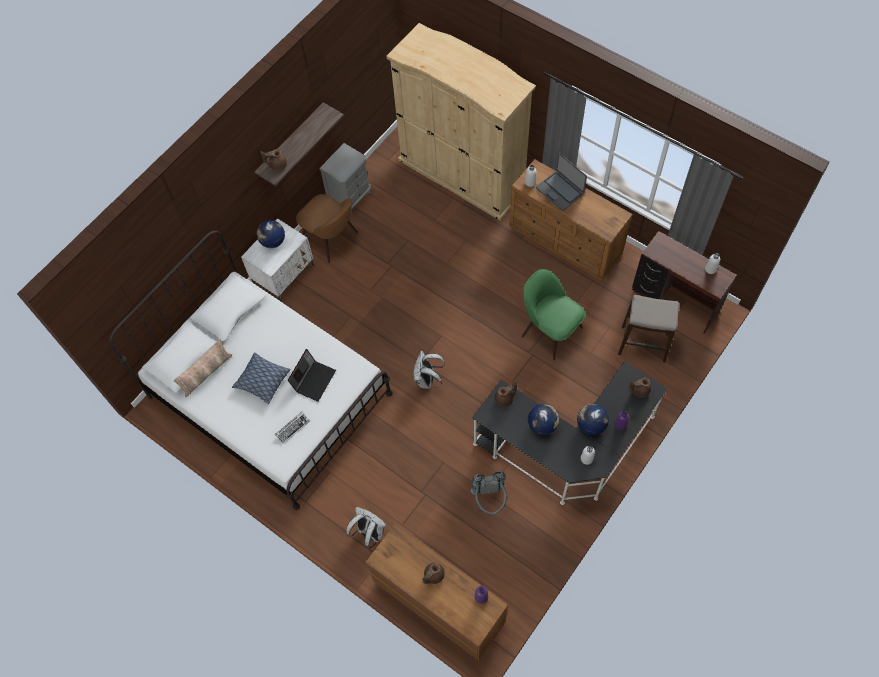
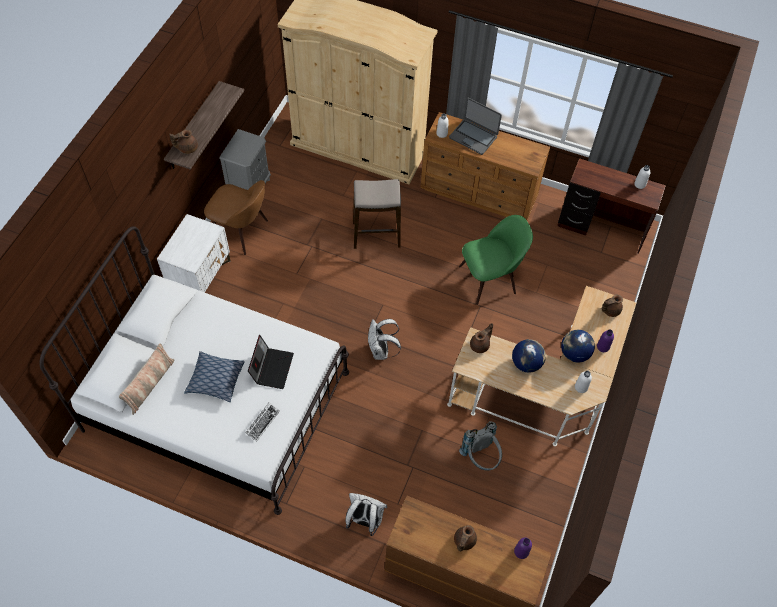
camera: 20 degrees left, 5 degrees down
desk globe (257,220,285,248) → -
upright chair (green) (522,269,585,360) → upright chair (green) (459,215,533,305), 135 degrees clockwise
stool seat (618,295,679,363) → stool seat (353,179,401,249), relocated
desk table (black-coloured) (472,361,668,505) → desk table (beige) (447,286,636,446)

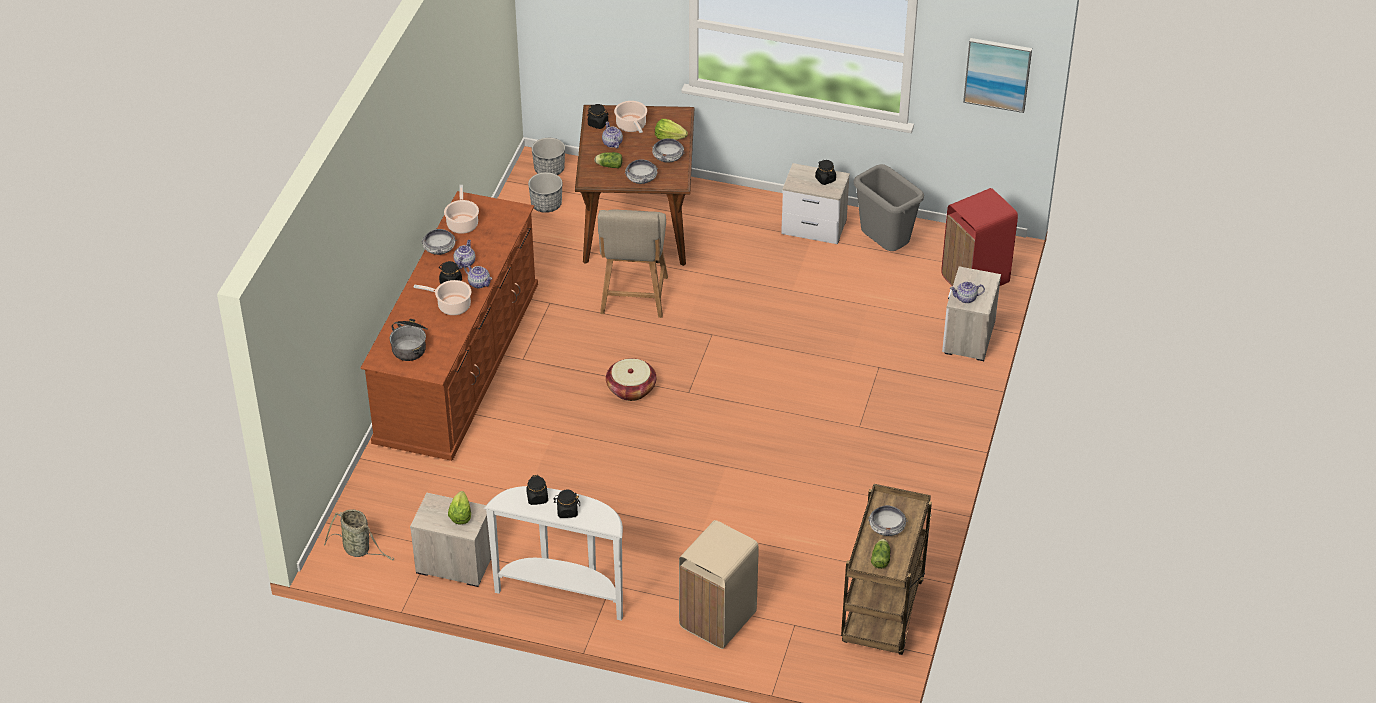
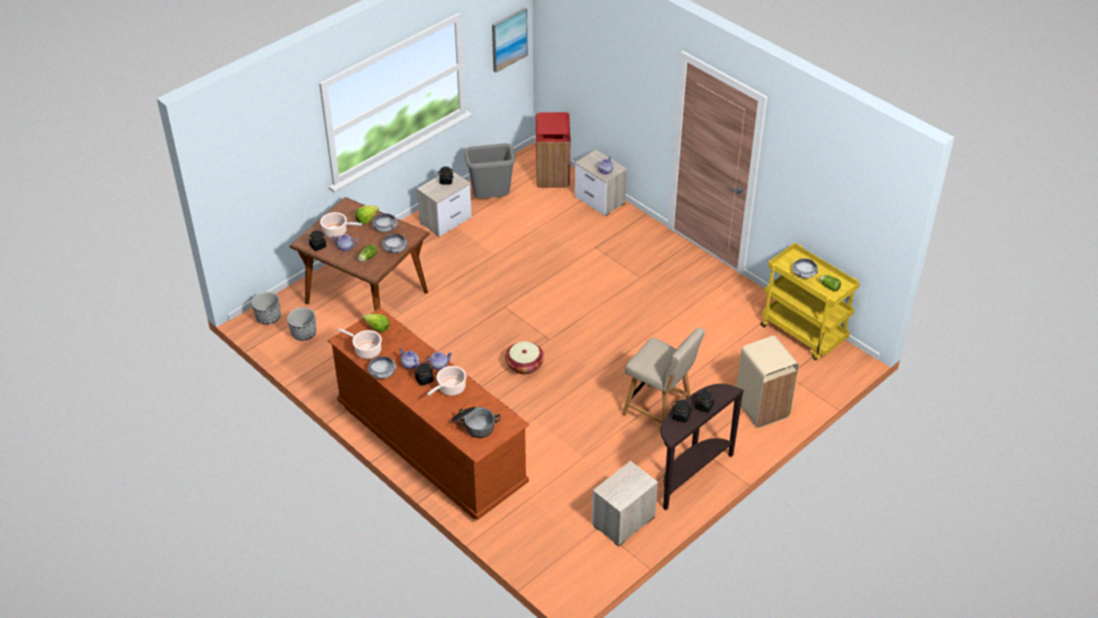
camera: 60 degrees left, 0 degrees up
upright chair (beige) (598,209,668,318) → upright chair (beige) (622,327,705,423), relocated
cart (brown-coloured) (841,484,932,655) → cart (yellowish) (761,243,860,360)
console table (white) (484,486,623,621) → console table (brown-coloured) (660,384,744,510)
lettuce (448,491,471,524) → lettuce (363,314,389,332), relocated
household basket (324,509,394,560) → -

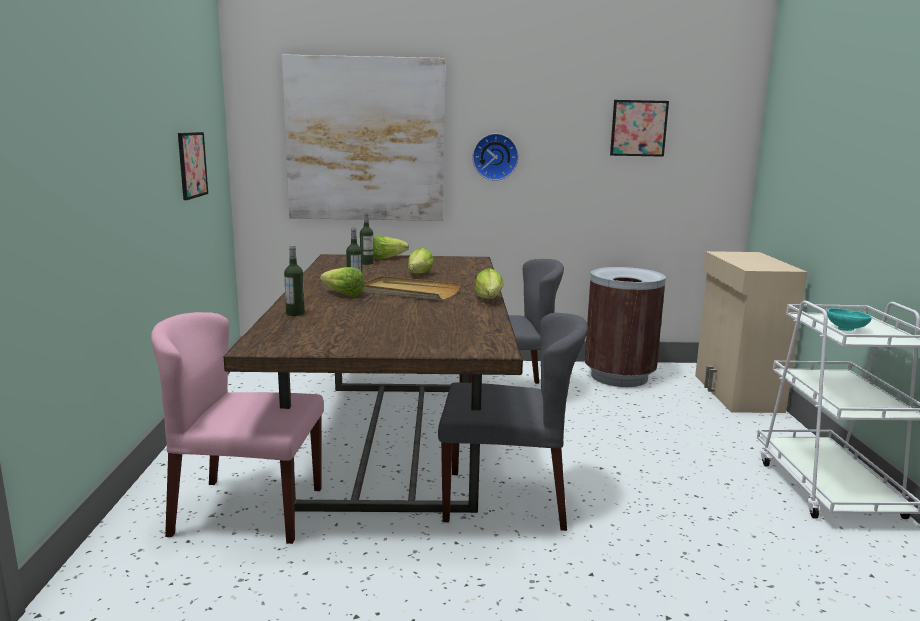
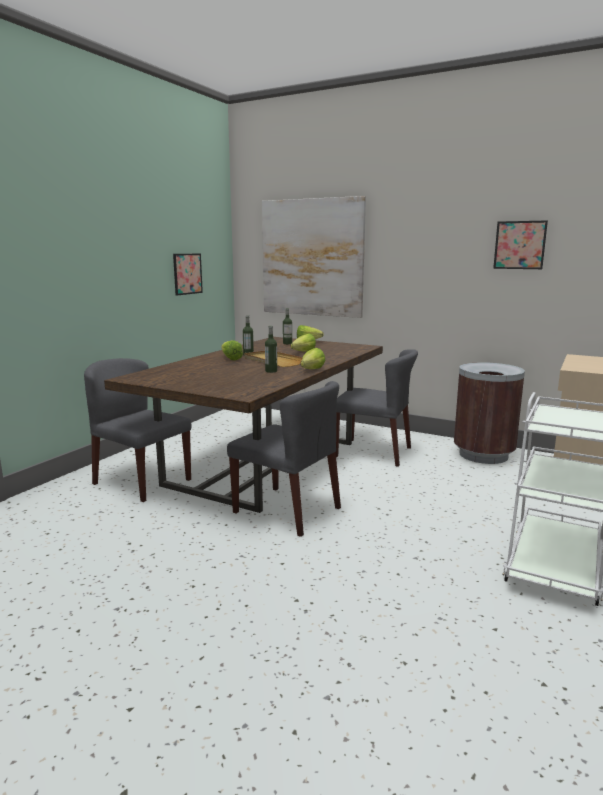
camera: 30 degrees right, 0 degrees up
wall clock (472,133,519,181) → -
beverage bottle (284,245,305,316) → beverage bottle (265,326,277,373), relocated
deep dish (turquoise-coloured) (827,308,872,331) → -
upright chair (pink-coloured) (151,312,324,544) → upright chair (greyish) (84,358,191,502)

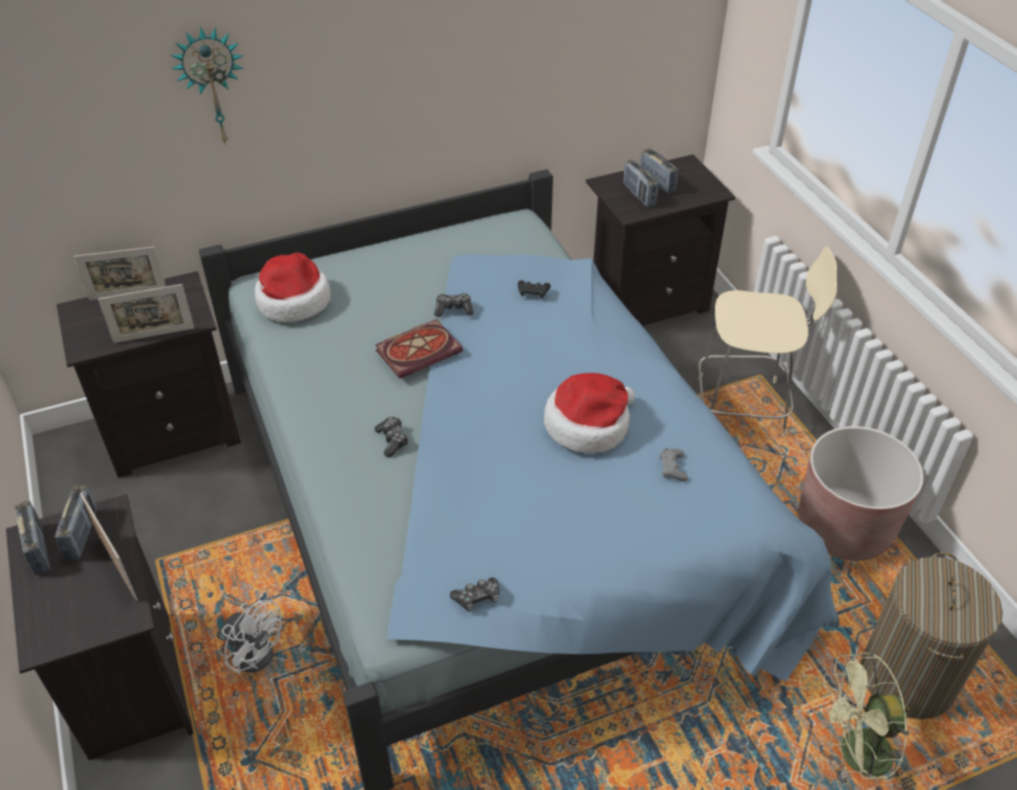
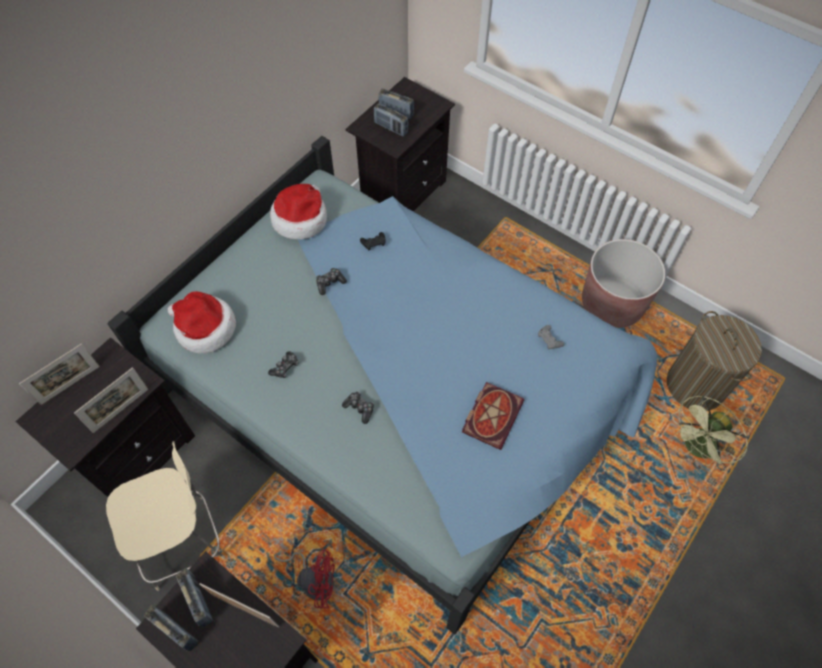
camera: 30 degrees left, 15 degrees up
wall clock (170,27,244,145) → -
upright chair (beige) (698,246,837,437) → upright chair (beige) (106,441,225,591), relocated
bound book (375,319,463,379) → bound book (462,382,525,450), relocated
clothing hat (544,373,635,454) → clothing hat (270,184,327,240), relocated
gamepad (450,577,500,611) → gamepad (268,351,298,378), relocated
cooling fan (white) (222,594,282,674) → cooling fan (red) (274,550,335,609)

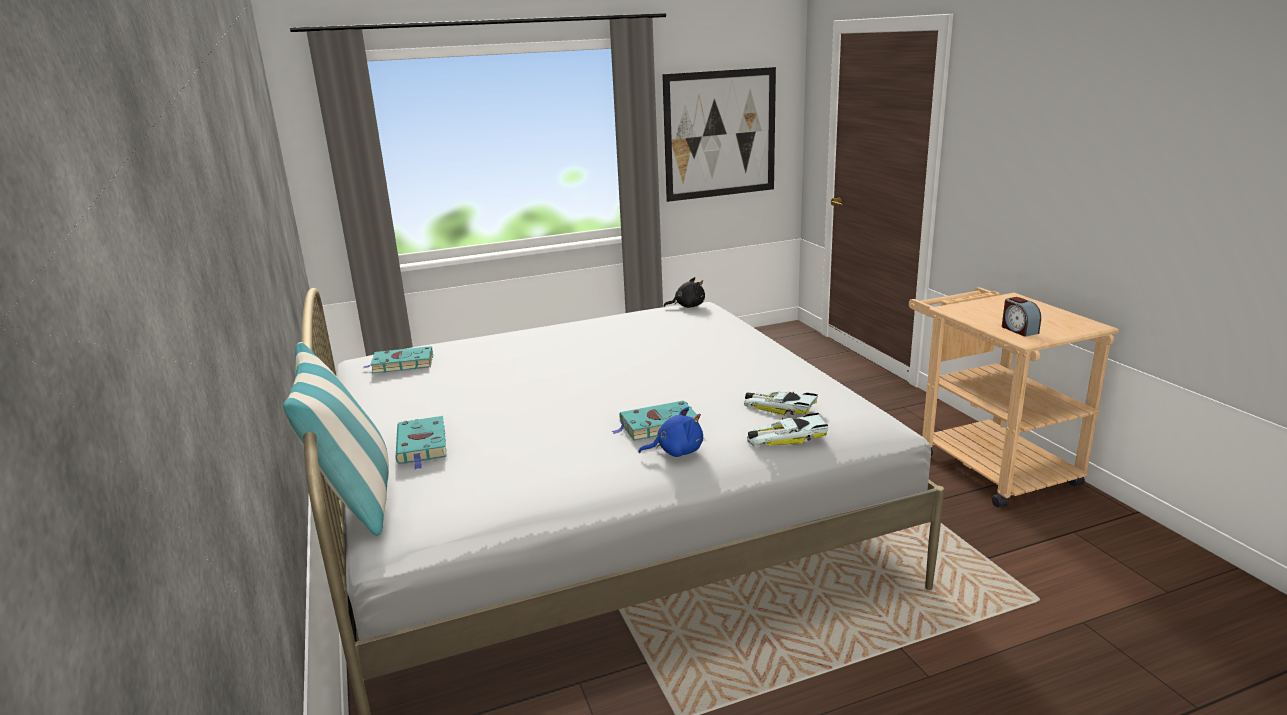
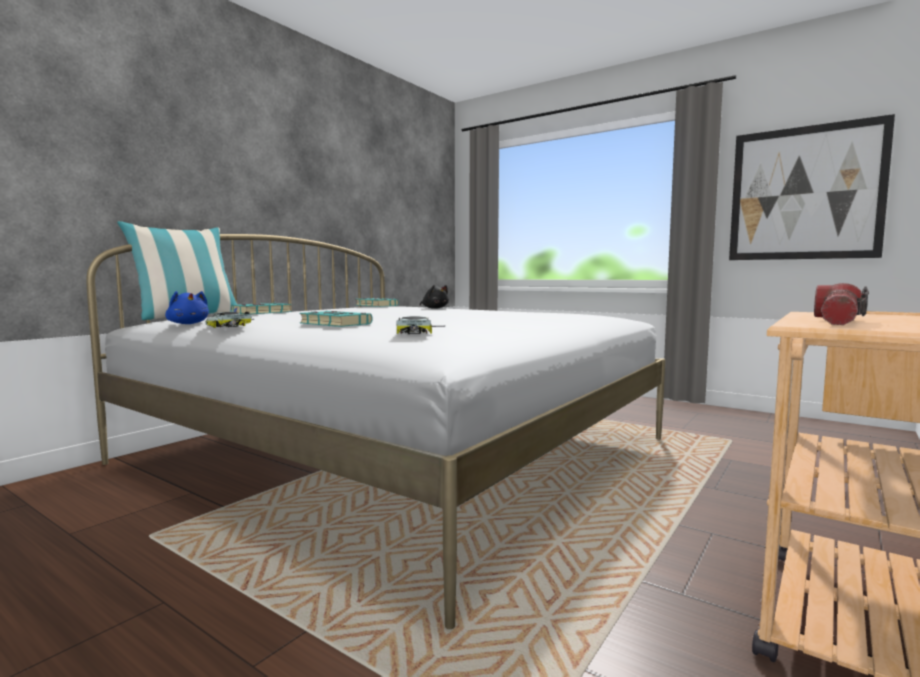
camera: 55 degrees right, 15 degrees down
cuddly toy (black-coloured) (664,277,705,308) → cuddly toy (black-coloured) (420,285,449,309), relocated
bedside clock (1002,297,1041,337) → flashlight (814,283,869,325)
cuddly toy (bluish) (639,407,703,457) → cuddly toy (bluish) (165,291,209,324), relocated
toy car (747,413,828,447) → toy car (205,312,254,328), relocated

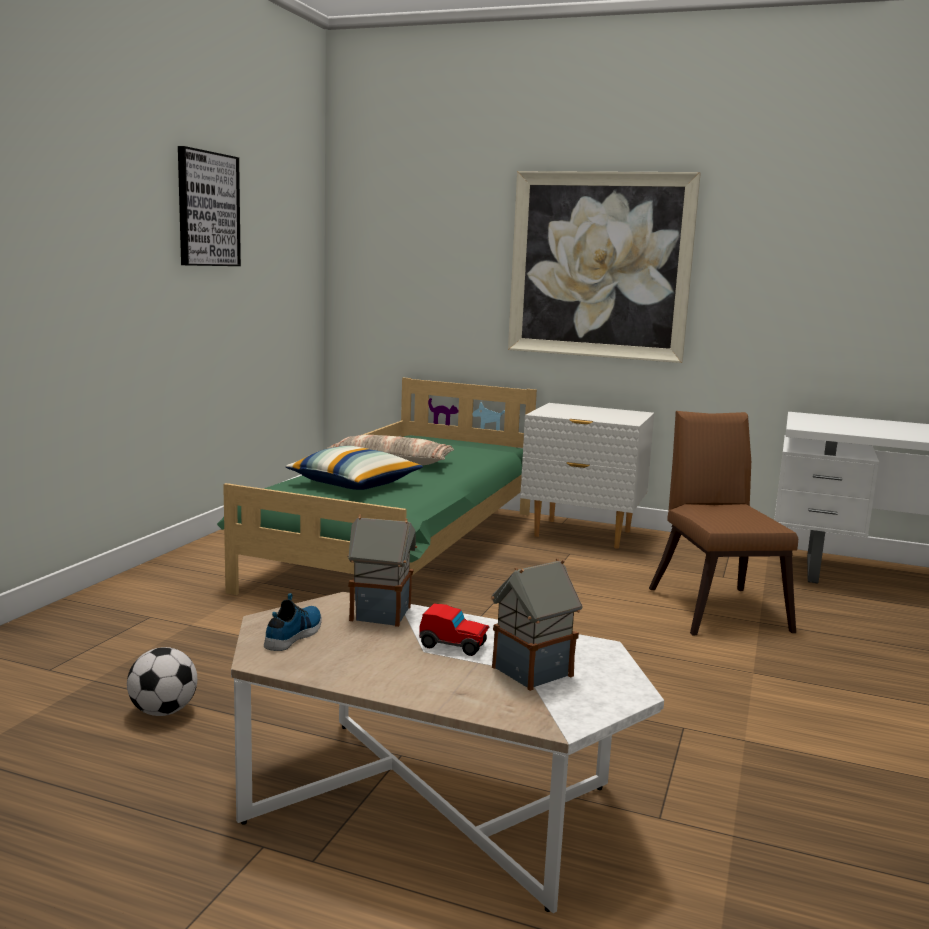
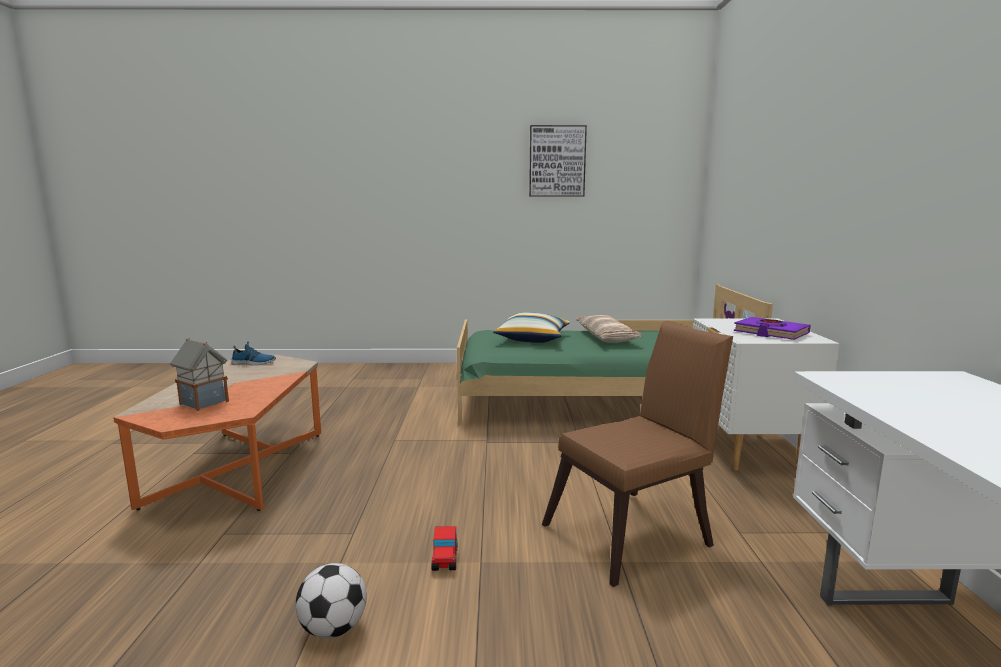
camera: 70 degrees right, 0 degrees up
wall art (508,171,701,363) → -
toy house (348,514,417,627) → -
coffee table (white) (231,592,664,913) → coffee table (orange) (113,355,321,511)
toy car (419,603,489,656) → toy car (432,526,457,571), relocated
football ball (127,647,197,716) → football ball (295,563,367,639), relocated
- → bound book (purplish) (734,317,811,340)

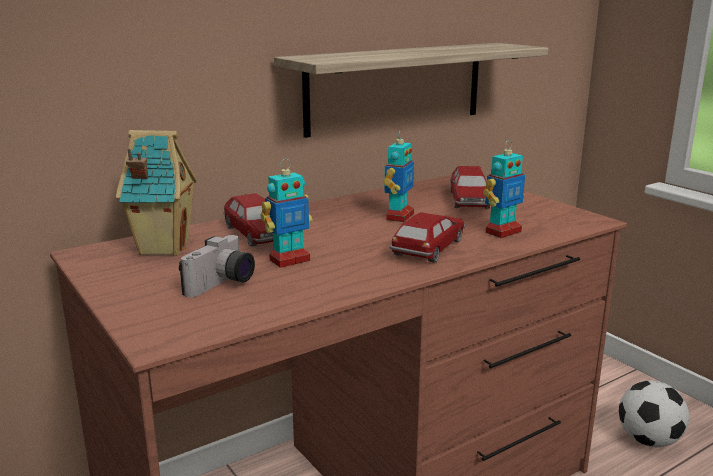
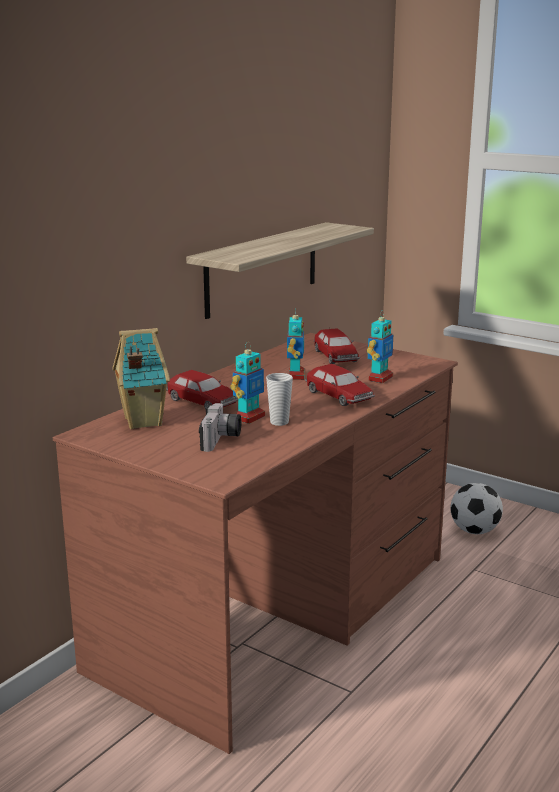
camera: 20 degrees left, 0 degrees up
toy car (390,212,466,263) → toy car (305,364,375,406), 135 degrees clockwise
- → cup (266,373,293,426)

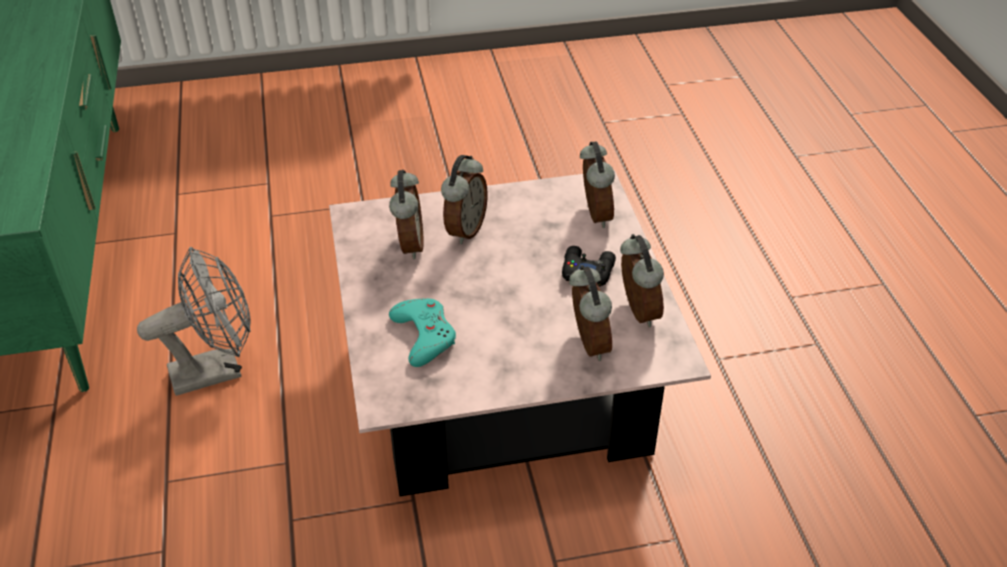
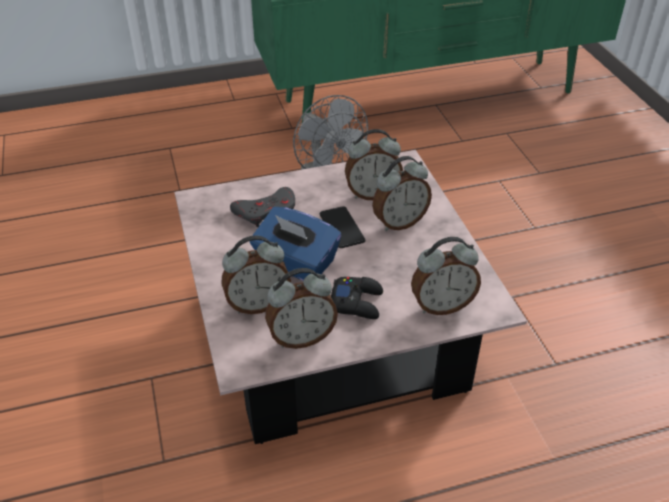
camera: 85 degrees right, 0 degrees up
bedside clock (441,155,488,244) → bedside clock (372,156,432,231), 45 degrees counterclockwise
gamepad (turquoise-coloured) (389,298,456,367) → gamepad (greyish) (230,187,295,227)
- → handset (319,206,366,248)
- → tissue holder (bluish) (250,207,341,281)

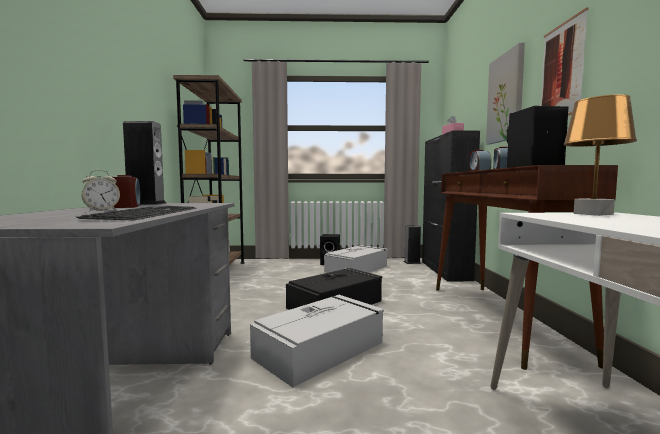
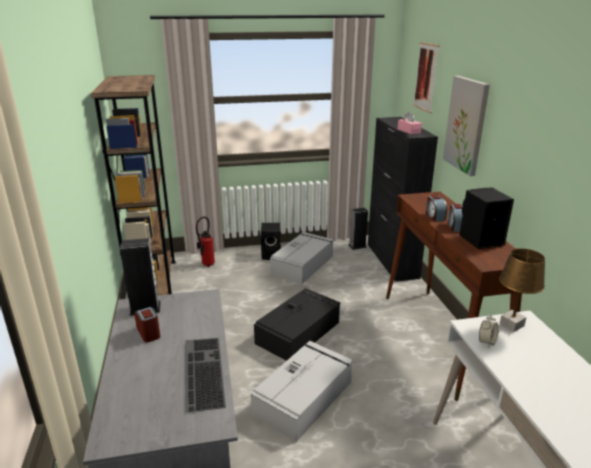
camera: 10 degrees left, 20 degrees up
wall art (540,8,588,116) → wall art (413,42,440,113), relocated
bedside clock (82,170,120,211) → bedside clock (479,314,499,348), relocated
- → fire-fighting cylinder (196,216,215,267)

